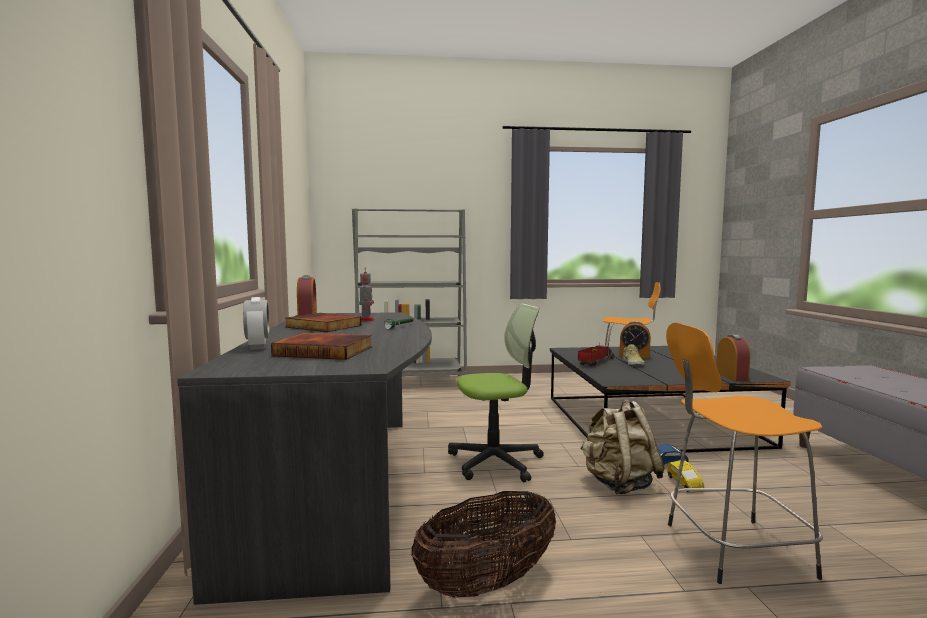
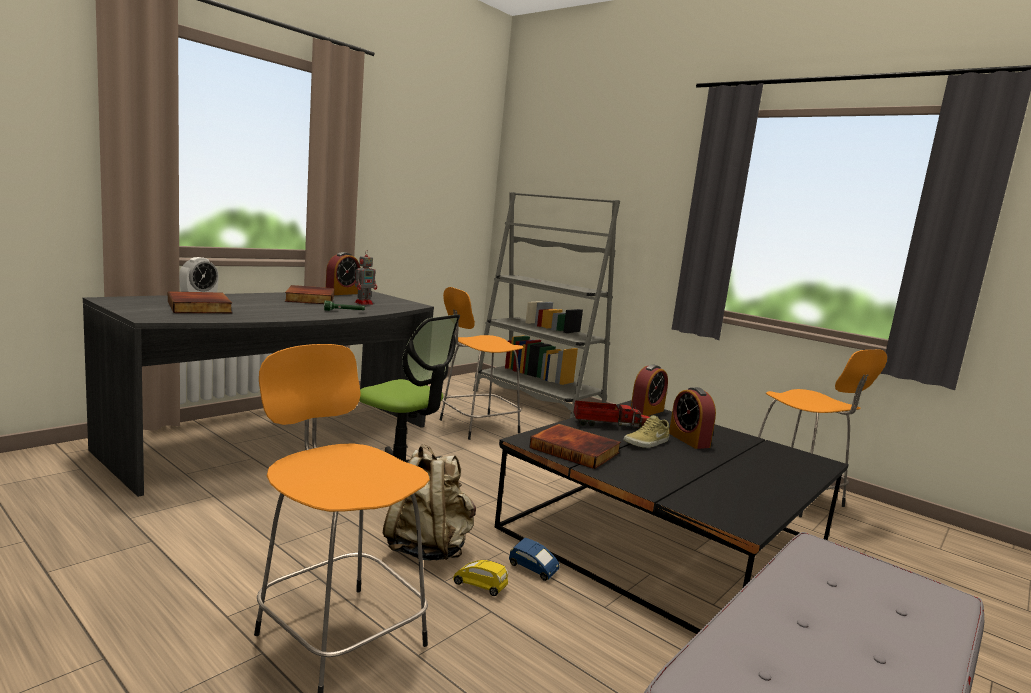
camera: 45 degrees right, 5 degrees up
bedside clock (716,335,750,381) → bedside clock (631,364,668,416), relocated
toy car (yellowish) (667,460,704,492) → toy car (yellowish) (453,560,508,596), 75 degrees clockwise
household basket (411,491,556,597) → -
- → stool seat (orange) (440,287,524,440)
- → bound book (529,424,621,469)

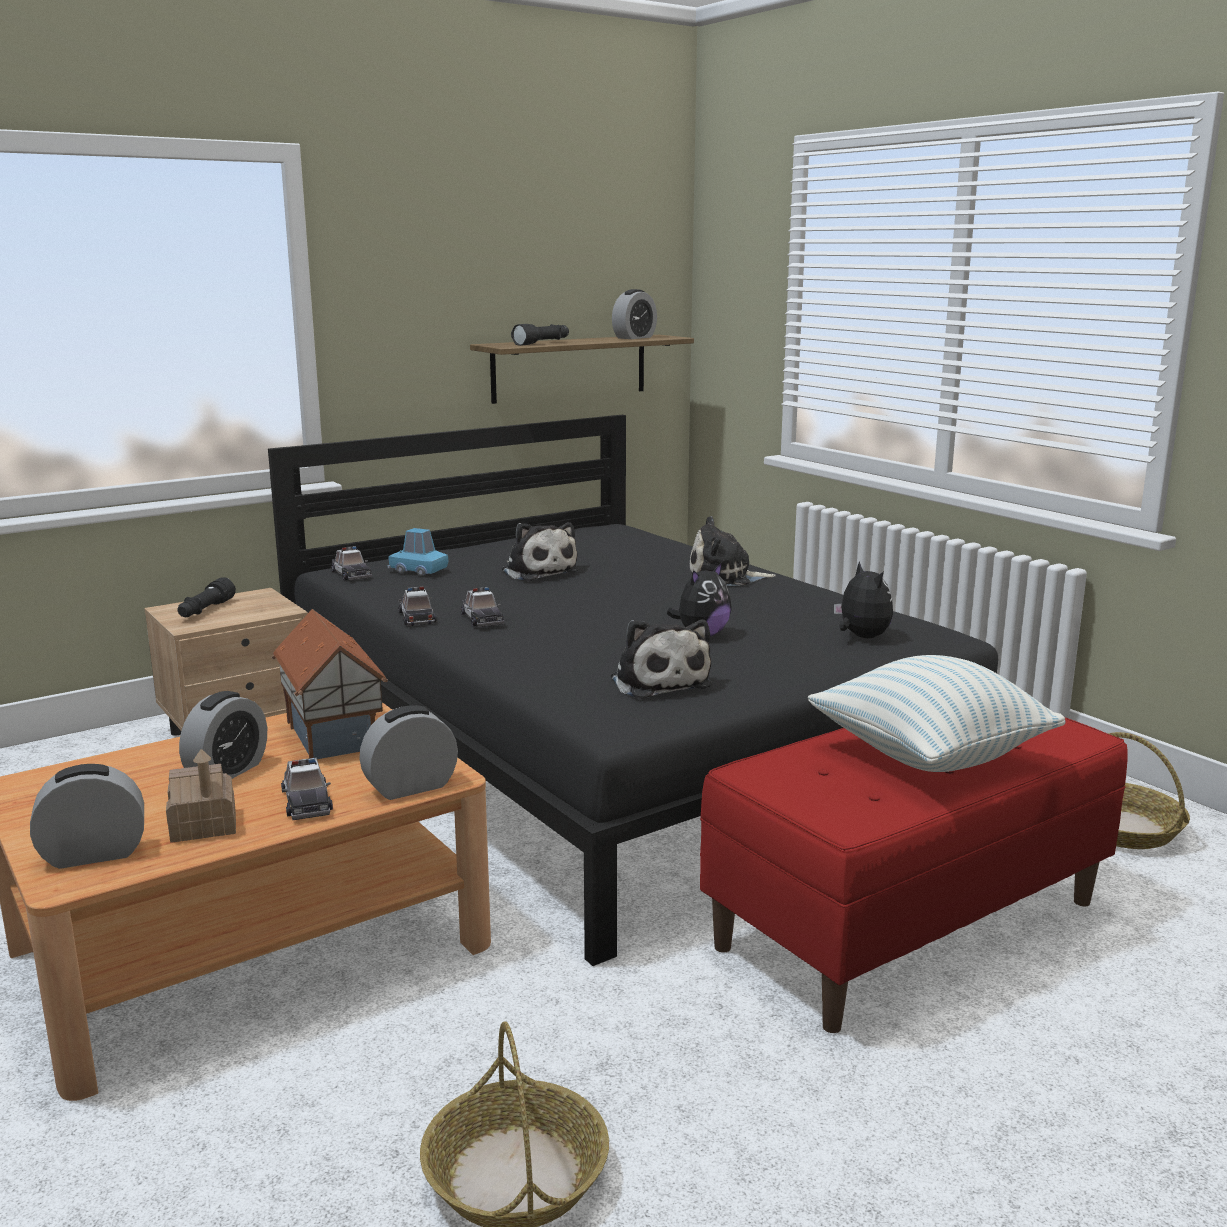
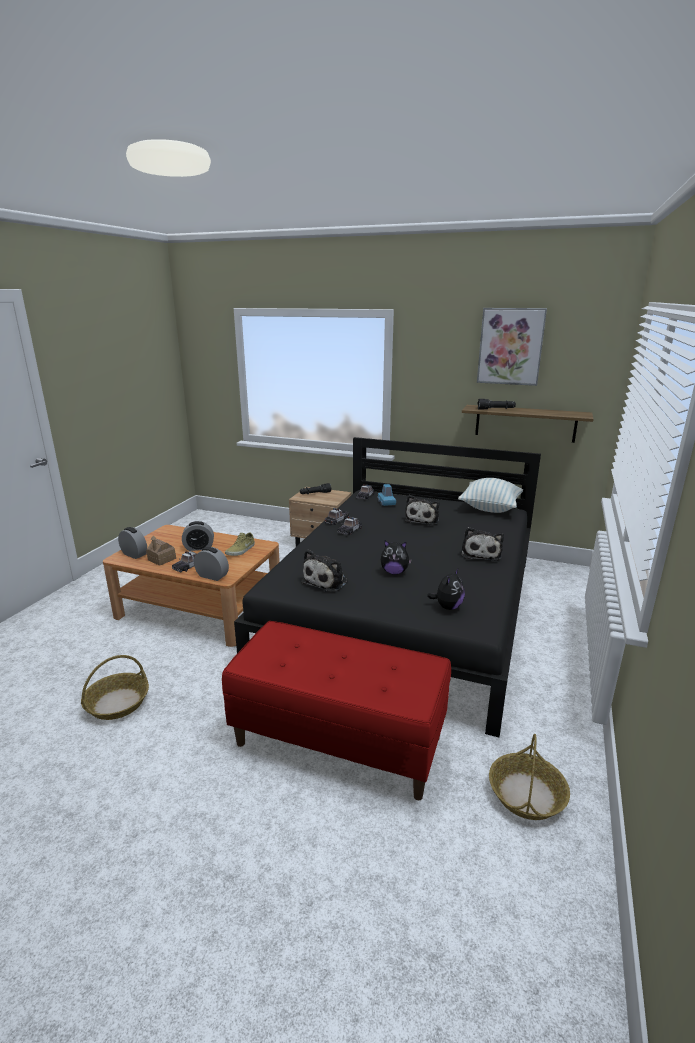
camera: 55 degrees right, 5 degrees up
bedside clock (612,289,657,339) → -
cuddly toy (690,516,776,586) → cuddly toy (462,527,504,561), 135 degrees counterclockwise
toy house (272,609,388,759) → item of footwear (beige) (225,532,255,556)
cushion (808,655,1066,772) → cushion (458,478,523,513), relocated
- → wall art (477,308,547,386)

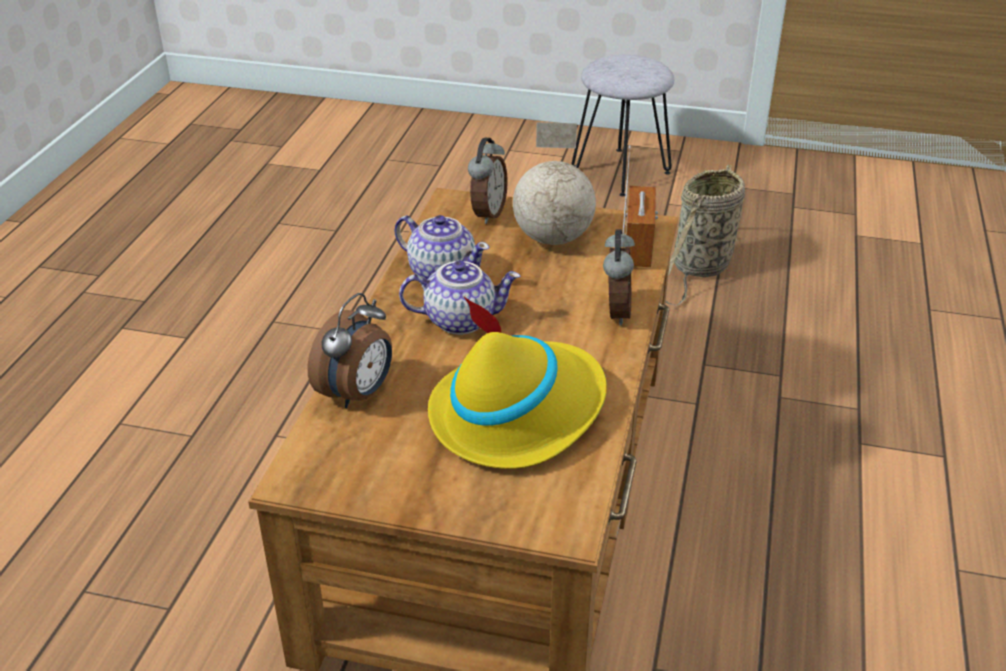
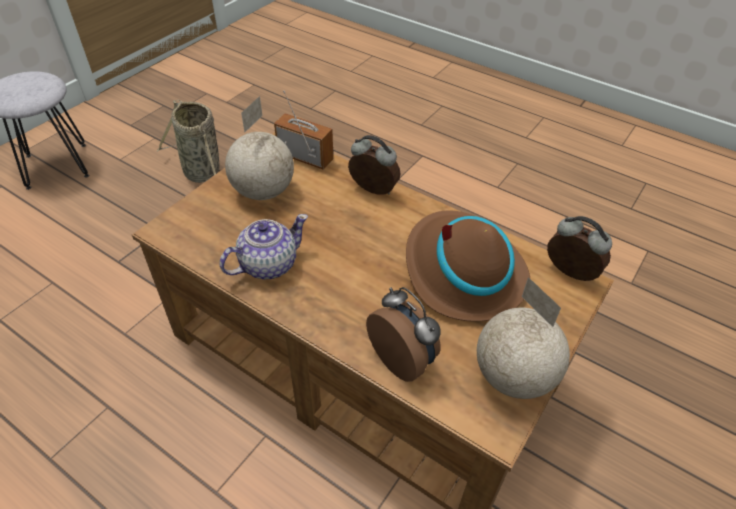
camera: 70 degrees left, 10 degrees up
bedside clock (468,138,508,224) → bedside clock (547,216,612,281), relocated
tea pot (399,260,520,335) → -
clothing hat (yellowish) (428,296,607,469) → clothing hat (brown-coloured) (406,210,530,322)
- → desk globe (477,277,570,399)

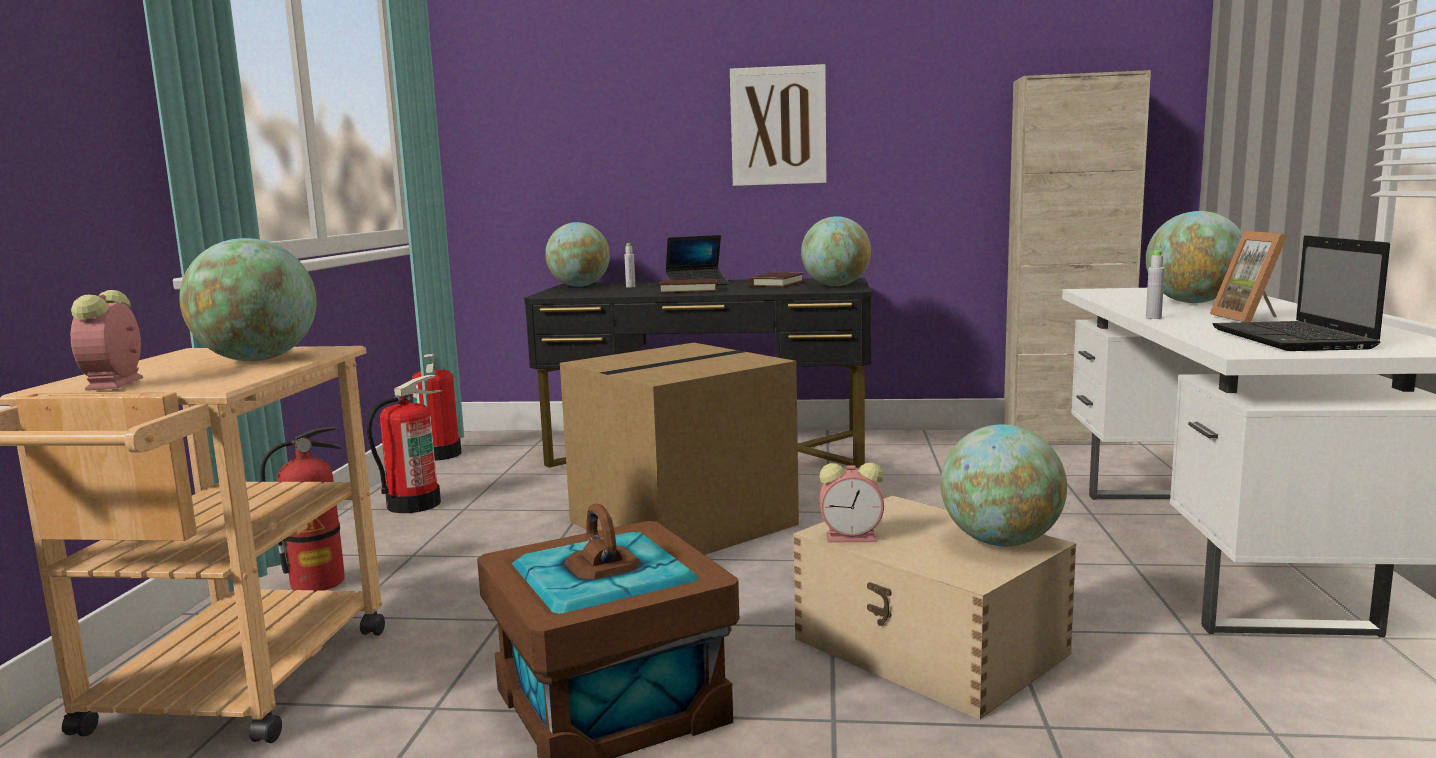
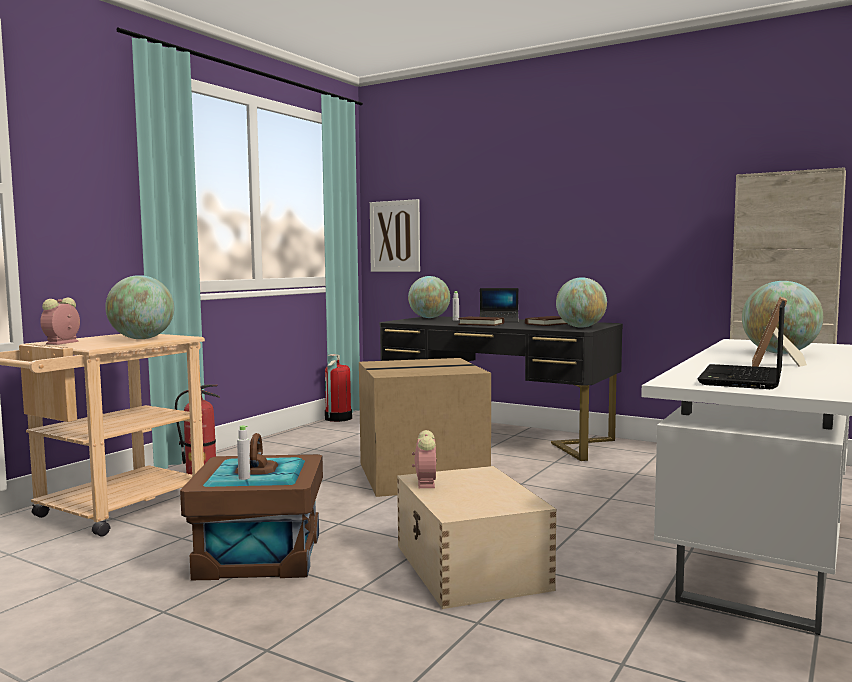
camera: 25 degrees right, 5 degrees down
wall art (730,64,826,186) → wall art (370,199,420,272), relocated
beverage bottle (greyish) (1146,251,1165,319) → beverage bottle (greyish) (237,426,250,480), relocated
fire-fighting cylinder (367,375,441,513) → -
desk globe (941,424,1067,546) → -
bedside clock (819,463,884,542) → bedside clock (412,430,437,488), 120 degrees counterclockwise

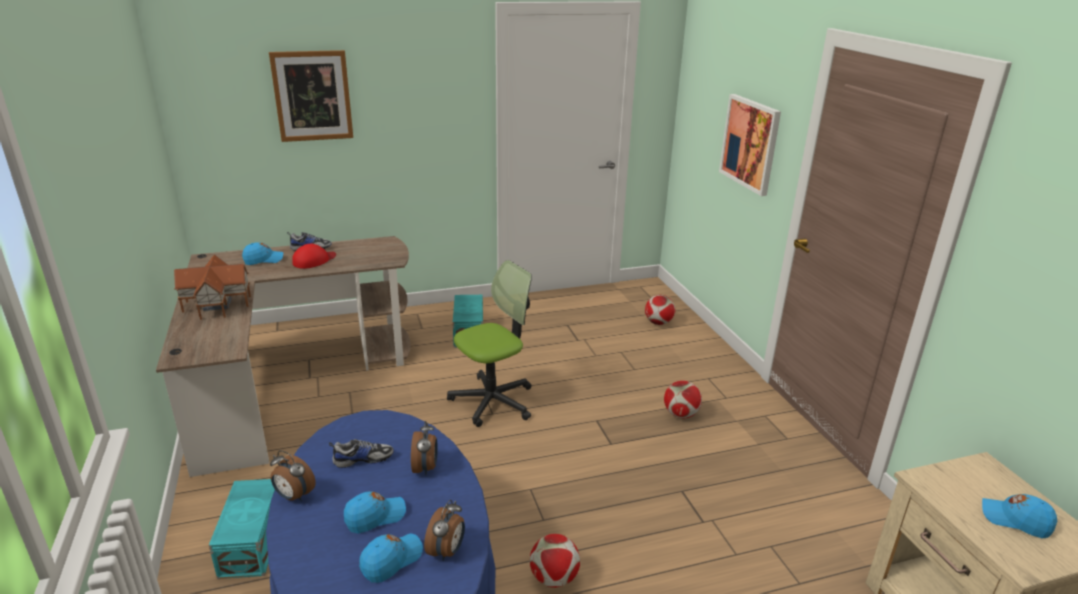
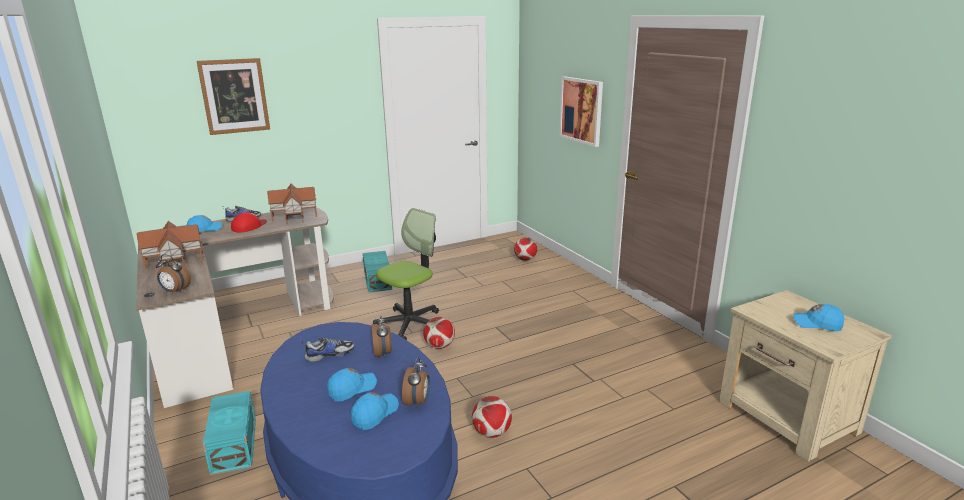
camera: 10 degrees left, 5 degrees down
football ball (664,381,702,418) → football ball (423,317,455,349), relocated
bedside clock (270,450,316,501) → bedside clock (156,254,191,293), relocated
- → toy house (267,184,317,224)

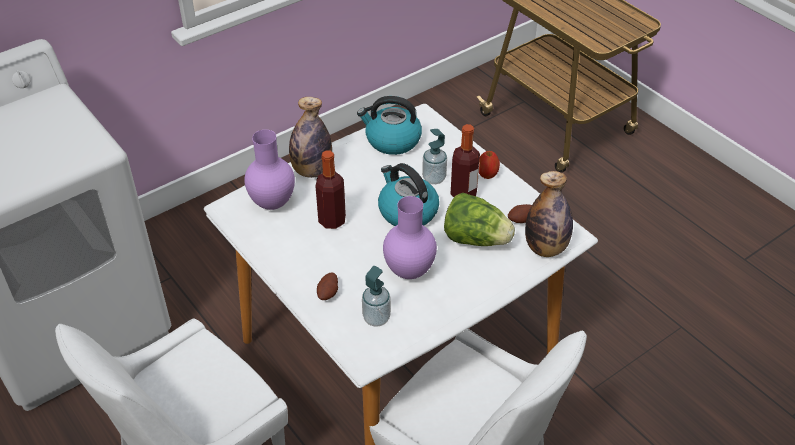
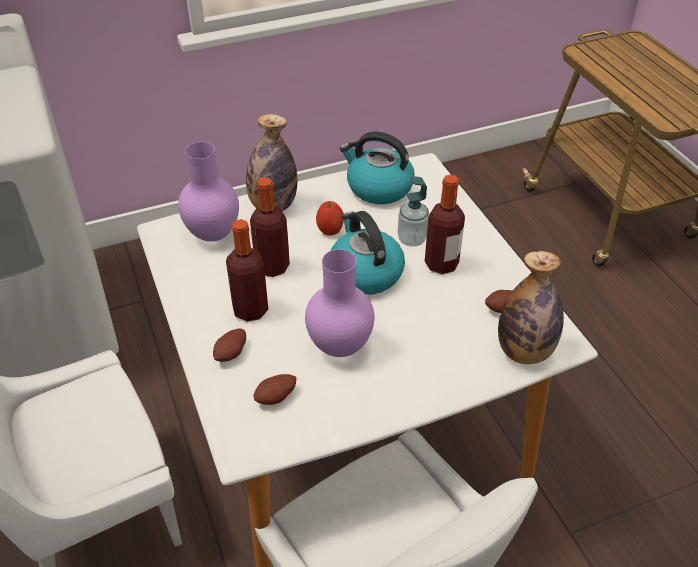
camera: 15 degrees right, 0 degrees up
whole apple (479,151,500,179) → whole apple (316,201,344,235), relocated
lettuce (444,193,515,246) → -
soap dispenser (362,266,391,327) → potato (253,374,297,405)
- → beverage bottle (226,219,268,322)

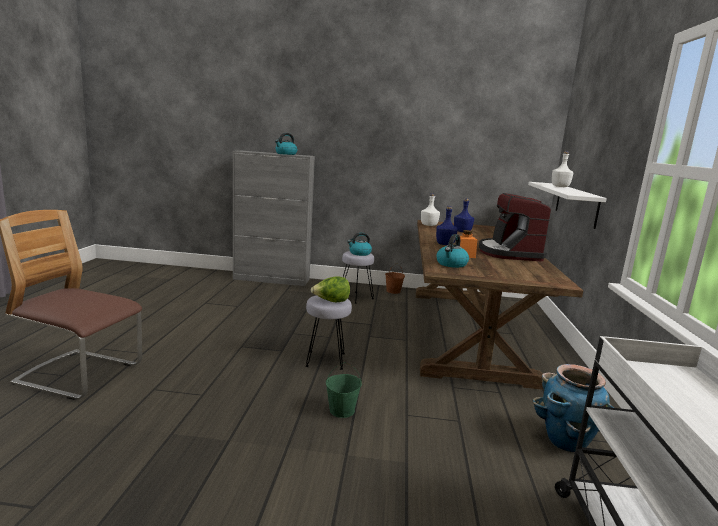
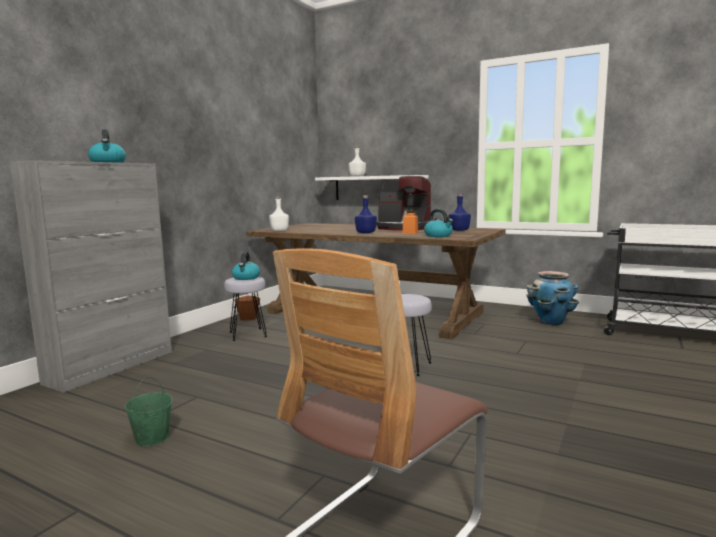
camera: 65 degrees left, 5 degrees down
beverage bottle (bluish) (454,198,474,232) → beverage bottle (bluish) (449,193,471,231), relocated
lettuce (311,276,350,302) → -
bucket (green) (326,362,362,418) → bucket (green) (124,376,173,446), relocated

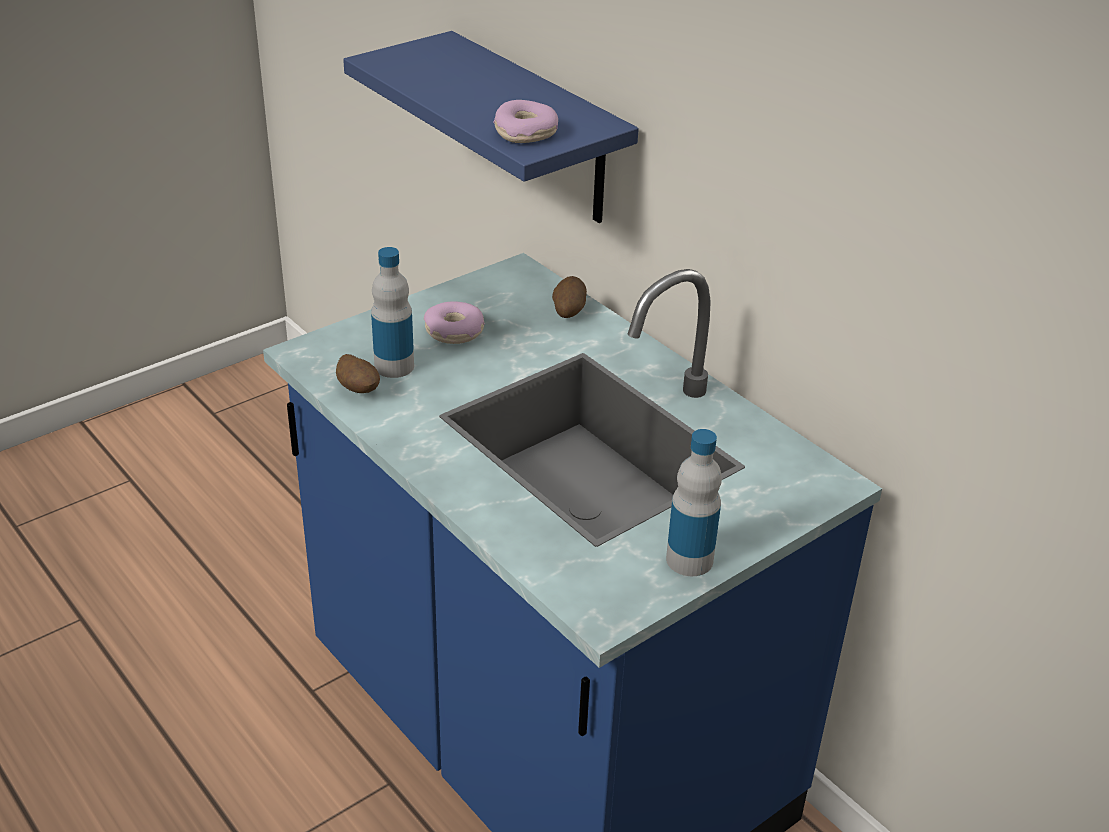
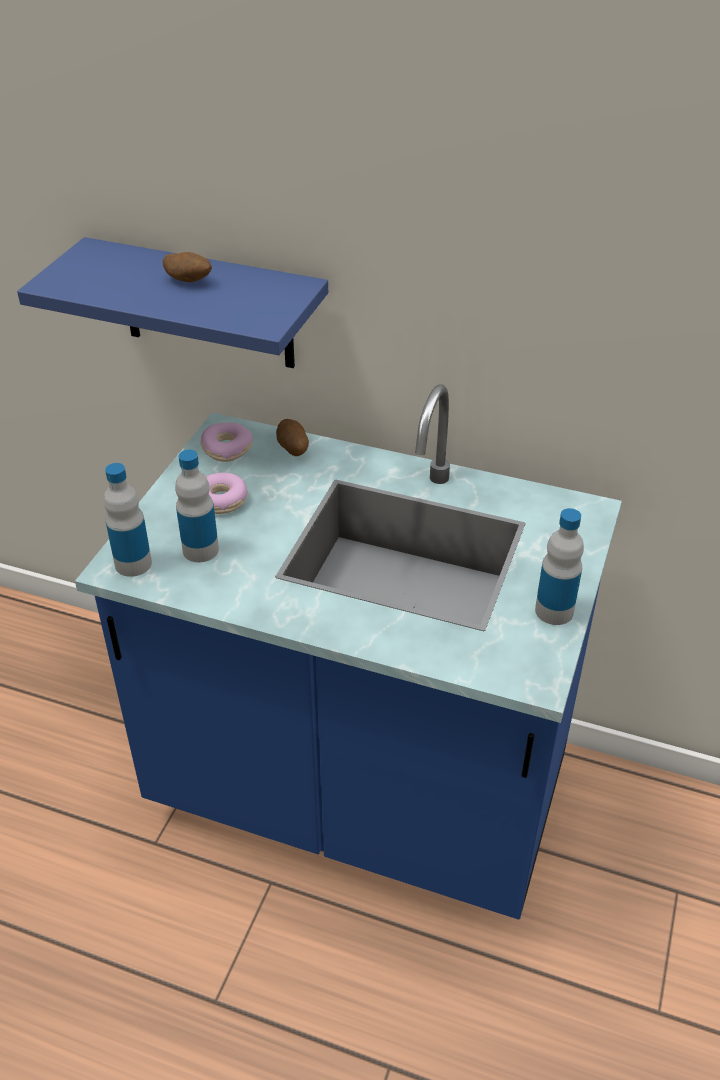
camera: 30 degrees left, 5 degrees up
ring doughnut (493,100,558,143) → ring doughnut (200,423,253,462), relocated
potato (336,354,380,393) → potato (163,252,212,282), relocated
- → beverage bottle (104,463,152,577)

